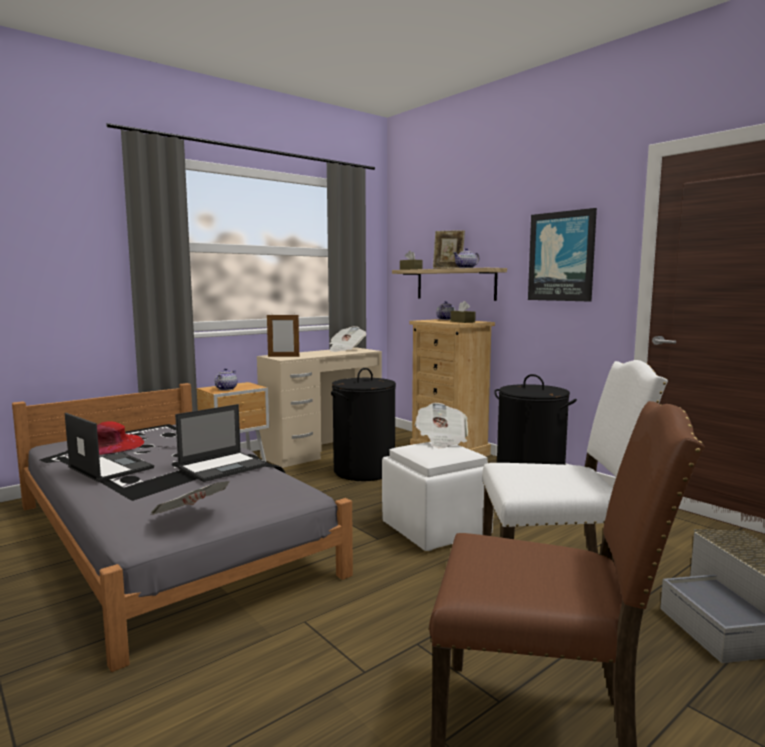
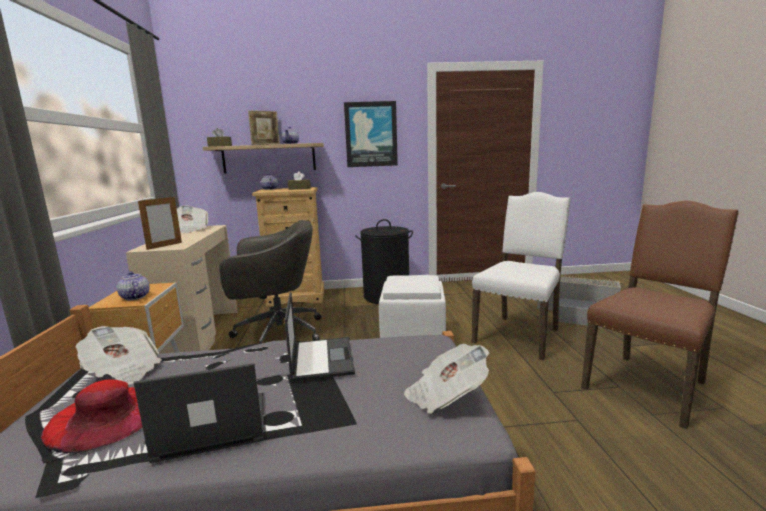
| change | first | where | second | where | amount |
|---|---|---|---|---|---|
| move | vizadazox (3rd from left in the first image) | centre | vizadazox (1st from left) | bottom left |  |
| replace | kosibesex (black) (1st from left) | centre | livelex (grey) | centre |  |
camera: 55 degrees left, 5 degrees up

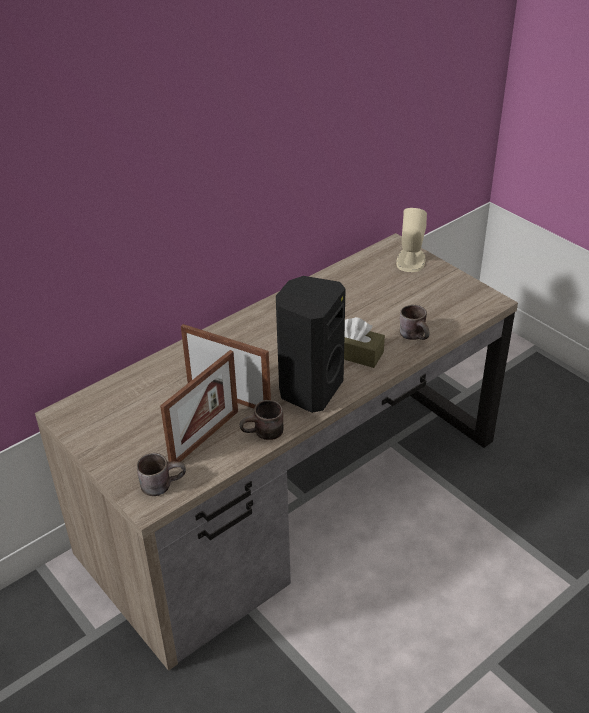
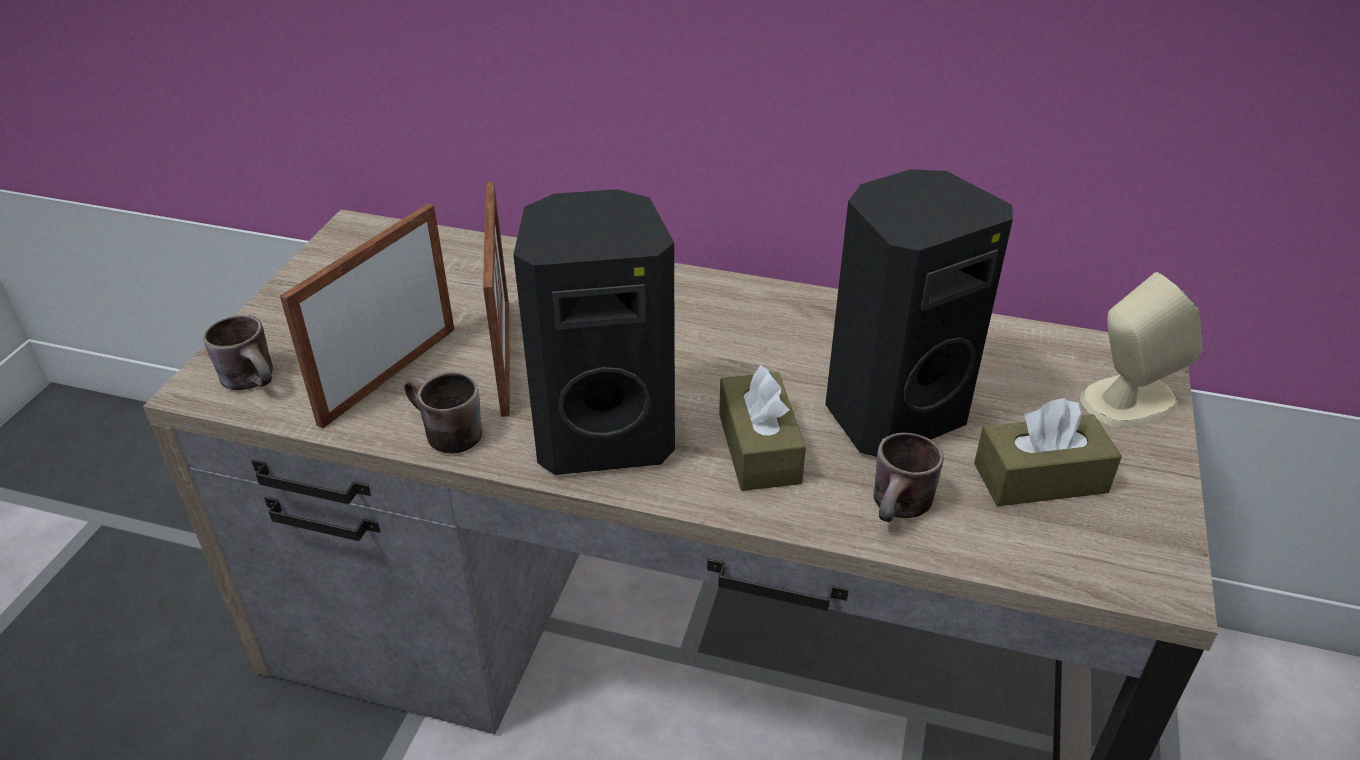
| change | first | where | second | where | amount |
|---|---|---|---|---|---|
| rotate | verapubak (1st from left) | centre |  | middle left | 120 degrees clockwise |
| insert |  |  | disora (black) (2nd from left) | middle right |  |
| insert |  |  | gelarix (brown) (2nd from left) | middle right |  |
camera: 55 degrees right, 0 degrees up

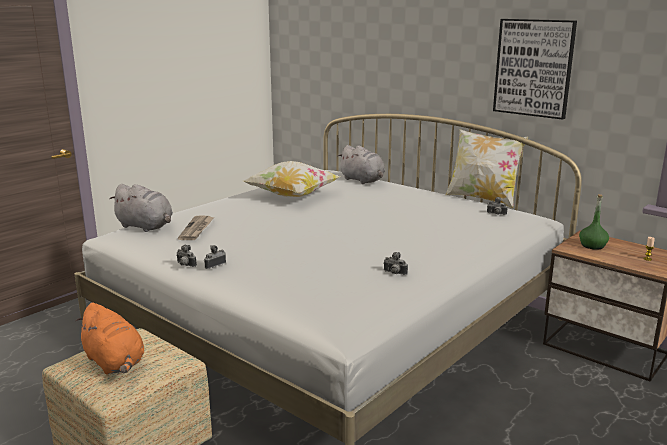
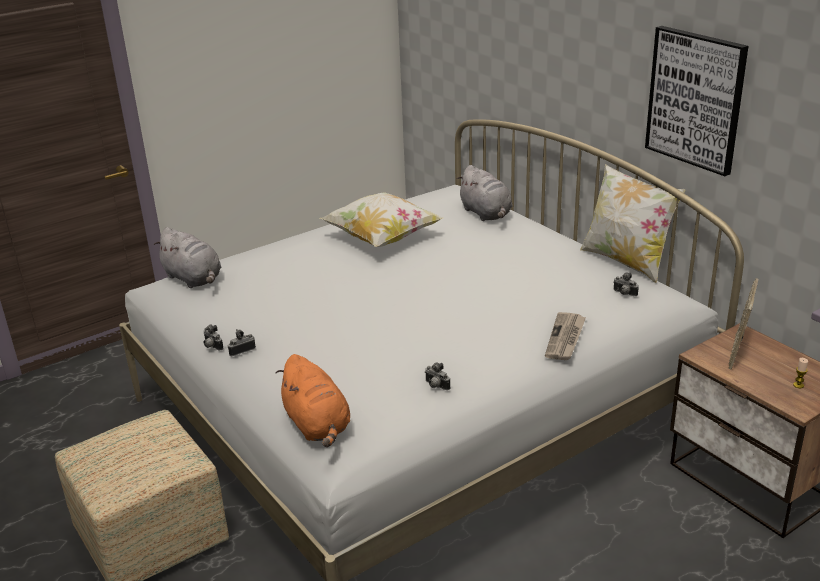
| change | first | where | second | where | amount |
|---|---|---|---|---|---|
| move | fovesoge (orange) | bottom left |  | bottom centre |  |
| move | vizadazox | middle left |  | middle right |  |
| replace | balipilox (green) | middle right | verapubak | middle right |  |
camera: 15 degrees right, 10 degrees up

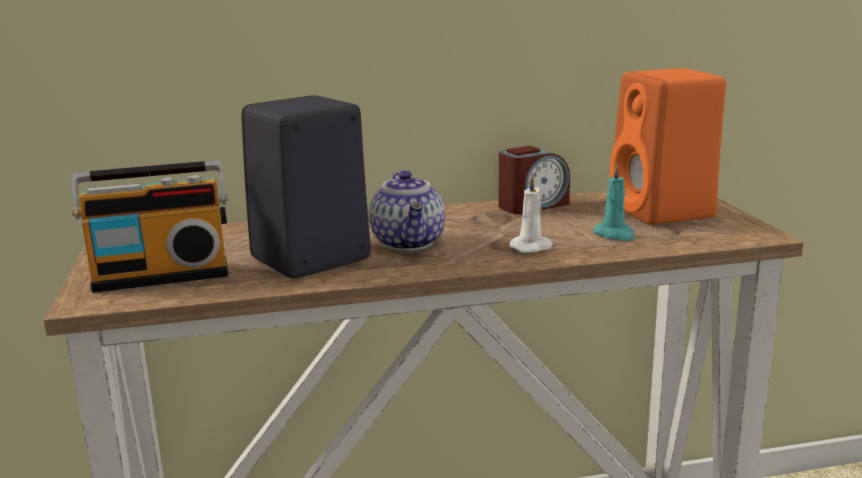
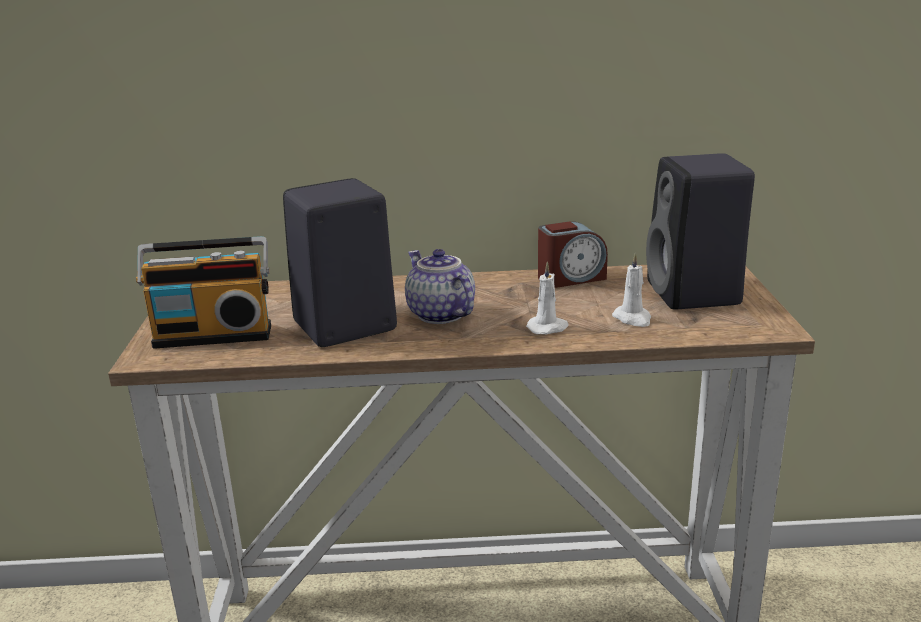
| change | first | where | second | where | amount |
|---|---|---|---|---|---|
| rotate | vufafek | centre |  | centre | 150 degrees clockwise |
| recolor | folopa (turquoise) | middle right | folopa (white) (2nd from left) | middle right |  |
| recolor | disora (orange) | top right | disora (black) (2nd from left) | middle right |  |
camera: 10 degrees right, 5 degrees up

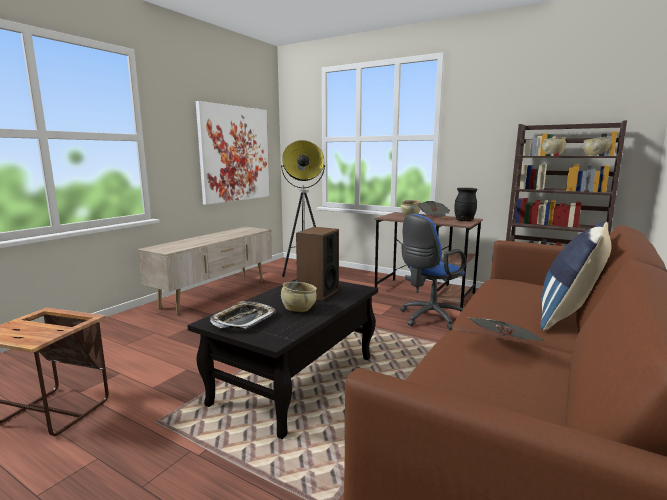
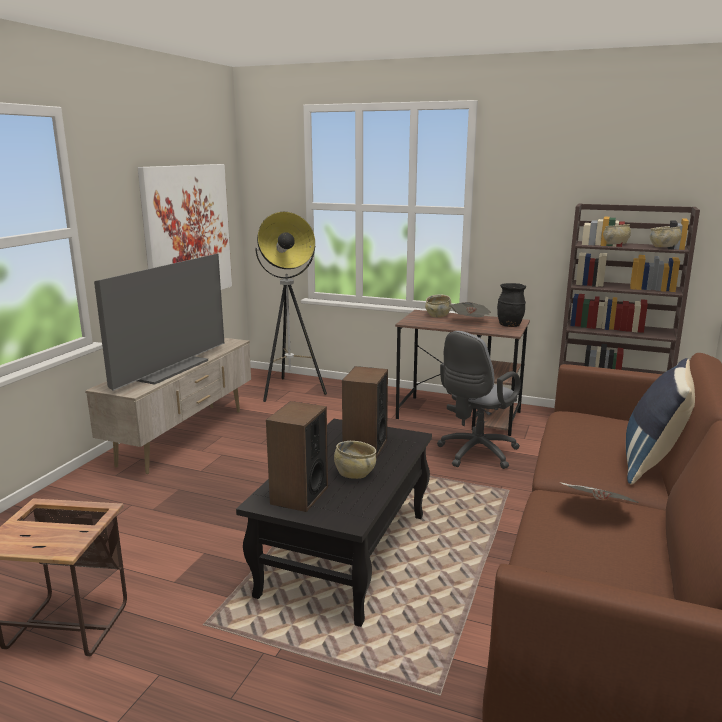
| change | first | where | second | where | amount |
|---|---|---|---|---|---|
| insert |  |  | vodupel | middle left |  |
| replace | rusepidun | centre | disora (1st from left) | centre |  |
| recolor | livelex (blue) | centre | livelex (grey) | centre |  |
camera: 10 degrees left, 5 degrees up

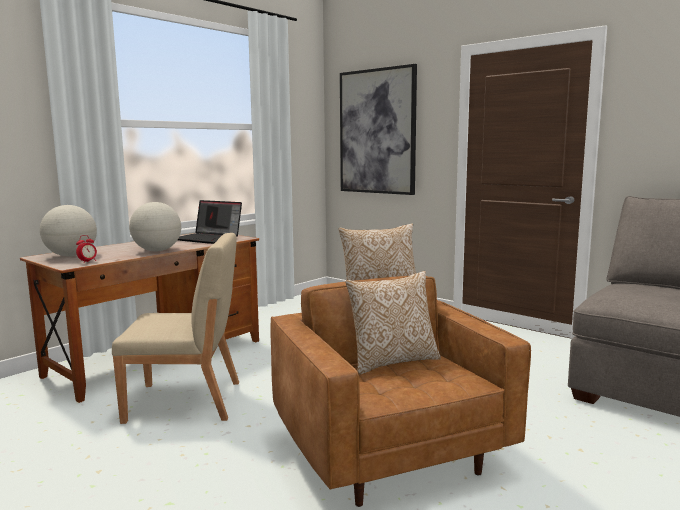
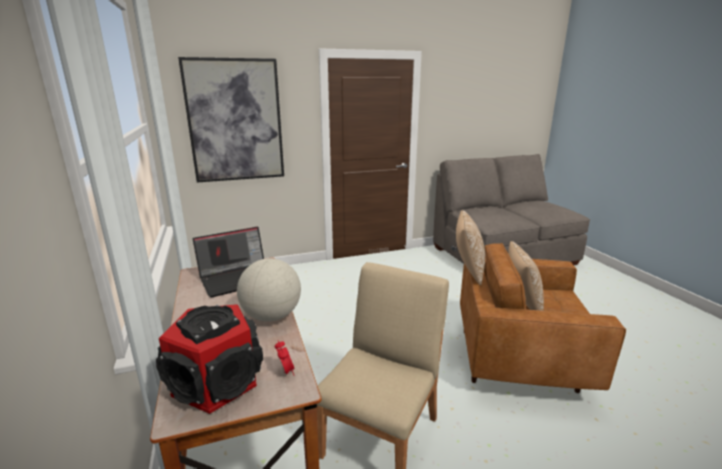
| change | first | where | second | where | amount |
|---|---|---|---|---|---|
| replace | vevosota (1st from left) | middle left | disora | bottom left |  |
camera: 60 degrees left, 10 degrees up

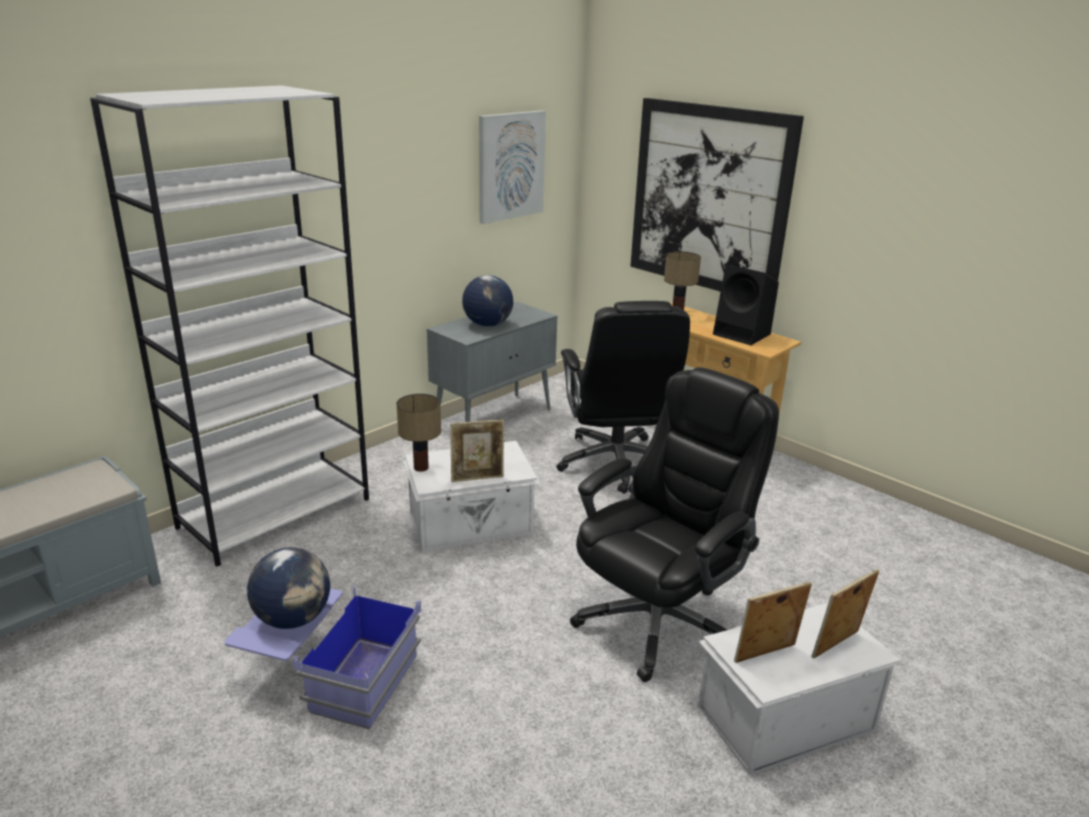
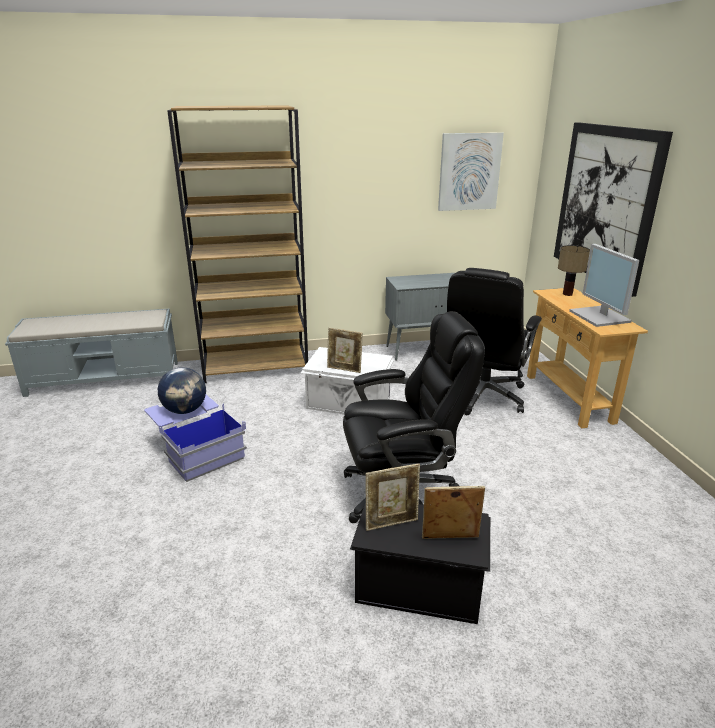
| change | first | where | second | where | amount |
|---|---|---|---|---|---|
| recolor | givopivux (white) | middle left | givopivux (brown) | middle left |  |
| recolor | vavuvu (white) (2nd from left) | bottom right | vavuvu (black) | bottom centre |  |
| rotate | verapubak (2nd from left) | bottom right |  | bottom centre | 150 degrees clockwise |
| replace | disora (black) | middle right | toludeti | middle right |  |
| delete | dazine (1st from left) | centre |  |  |  |
| delete | vevosota (2nd from left) | centre |  |  |  |
camera: 35 degrees right, 0 degrees up

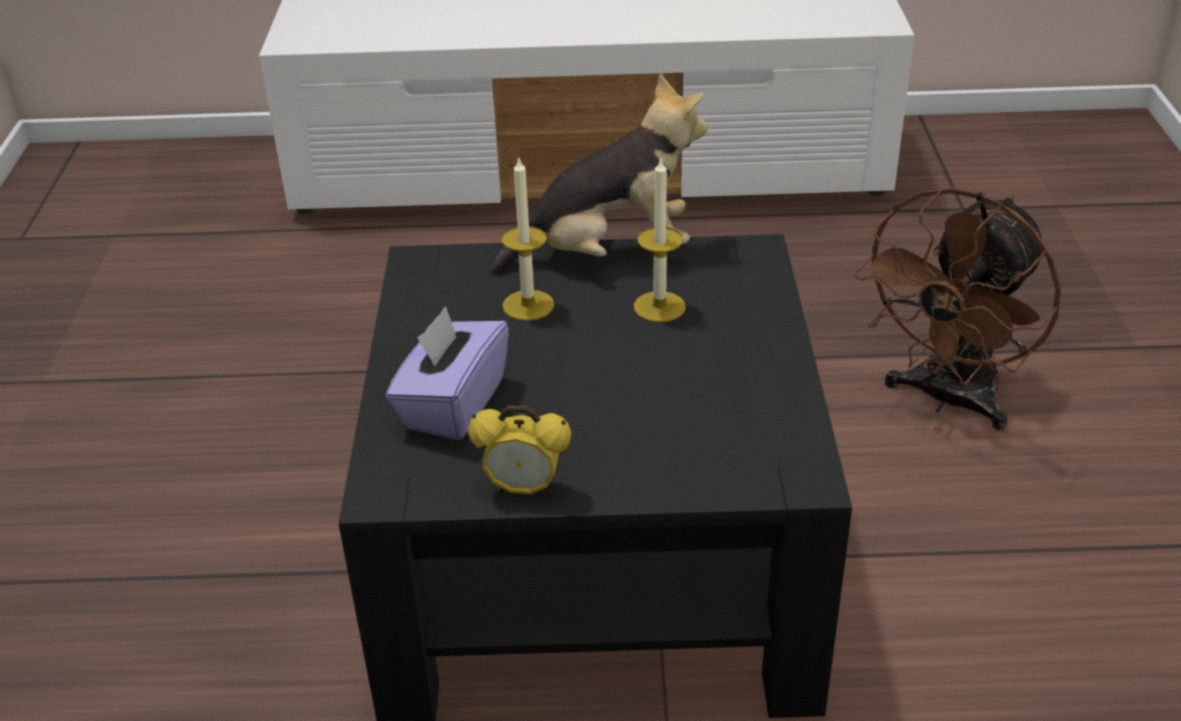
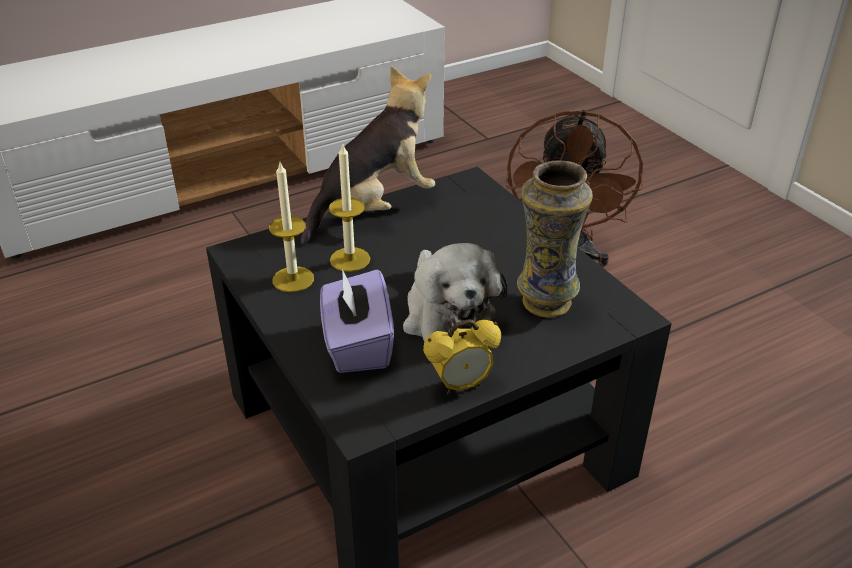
| change | first | where | second | where | amount |
|---|---|---|---|---|---|
| move | folopa (2nd from left in the first image) | top centre | folopa (1st from left) | centre |  |
| insert |  |  | fovesoge (2nd from left) | centre |  |
| insert |  |  | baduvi | centre |  |
camera: 30 degrees left, 0 degrees up

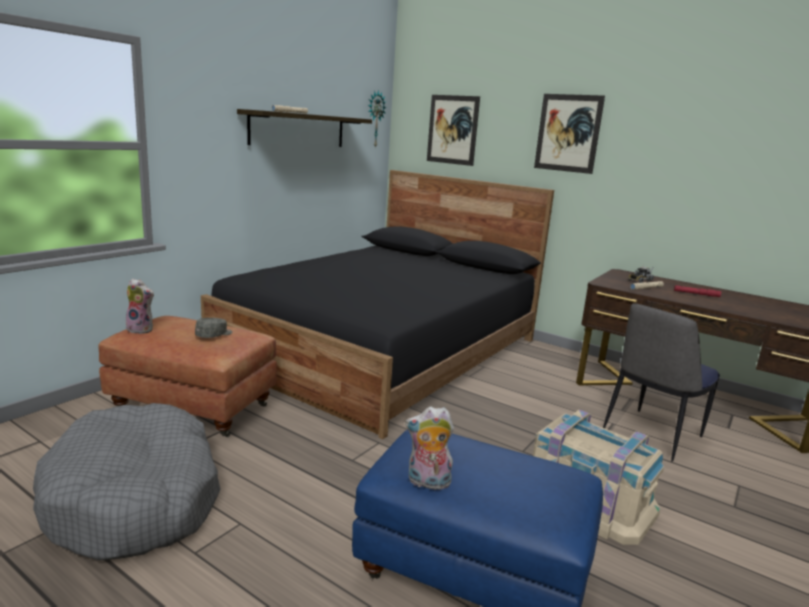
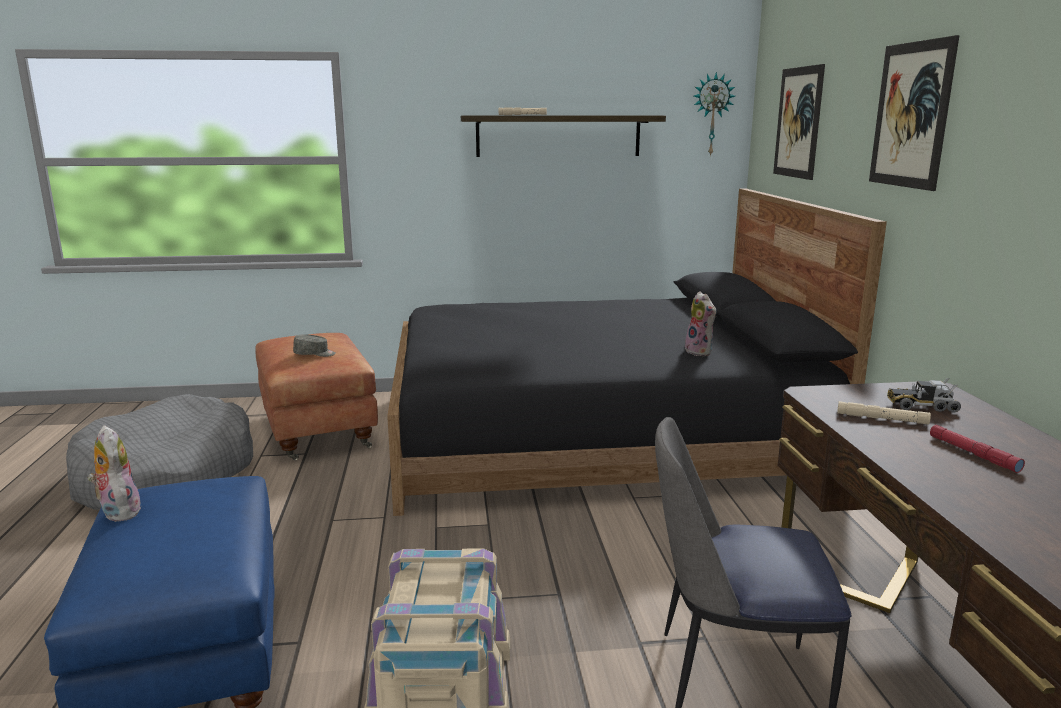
| change | first | where | second | where | amount |
|---|---|---|---|---|---|
| move | fovesoge (1st from left in the first image) | middle left | fovesoge (2nd from left) | centre |  |
camera: 50 degrees right, 0 degrees up

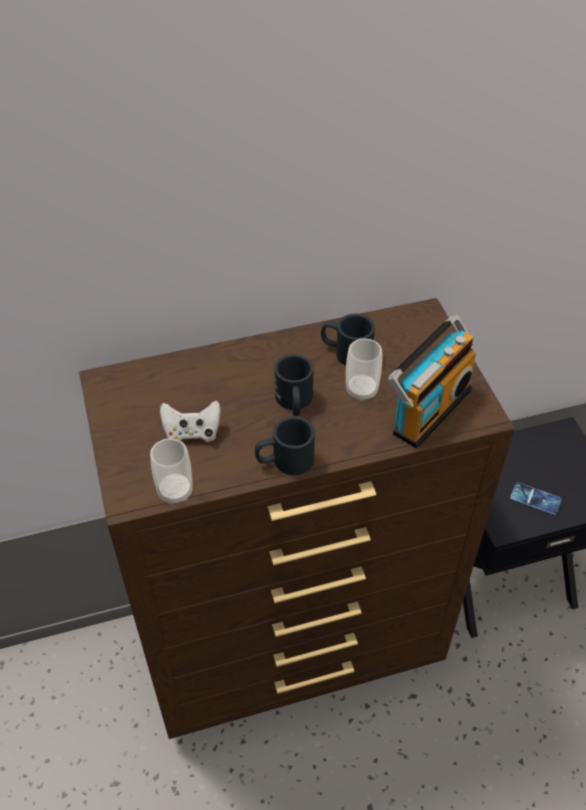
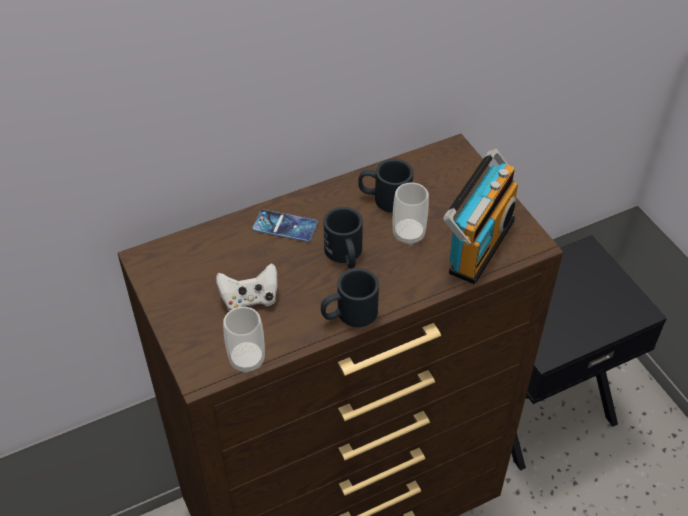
| change | first | where | second | where | amount |
|---|---|---|---|---|---|
| move | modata | middle right |  | centre |  |
camera: 10 degrees left, 0 degrees up

